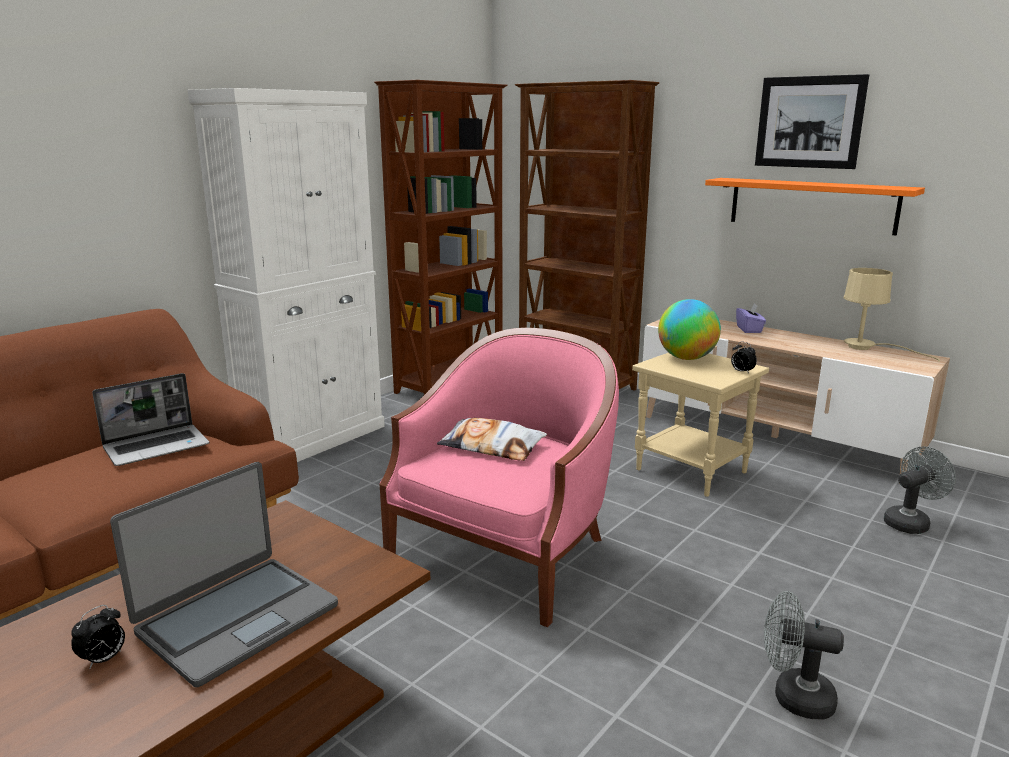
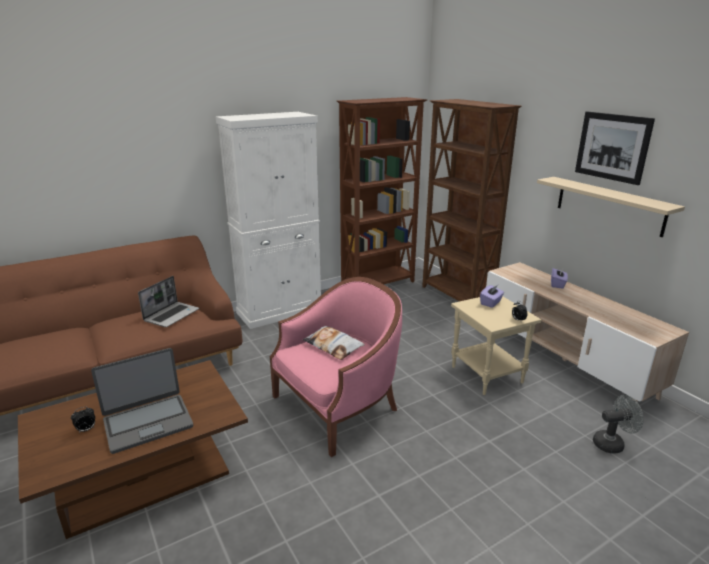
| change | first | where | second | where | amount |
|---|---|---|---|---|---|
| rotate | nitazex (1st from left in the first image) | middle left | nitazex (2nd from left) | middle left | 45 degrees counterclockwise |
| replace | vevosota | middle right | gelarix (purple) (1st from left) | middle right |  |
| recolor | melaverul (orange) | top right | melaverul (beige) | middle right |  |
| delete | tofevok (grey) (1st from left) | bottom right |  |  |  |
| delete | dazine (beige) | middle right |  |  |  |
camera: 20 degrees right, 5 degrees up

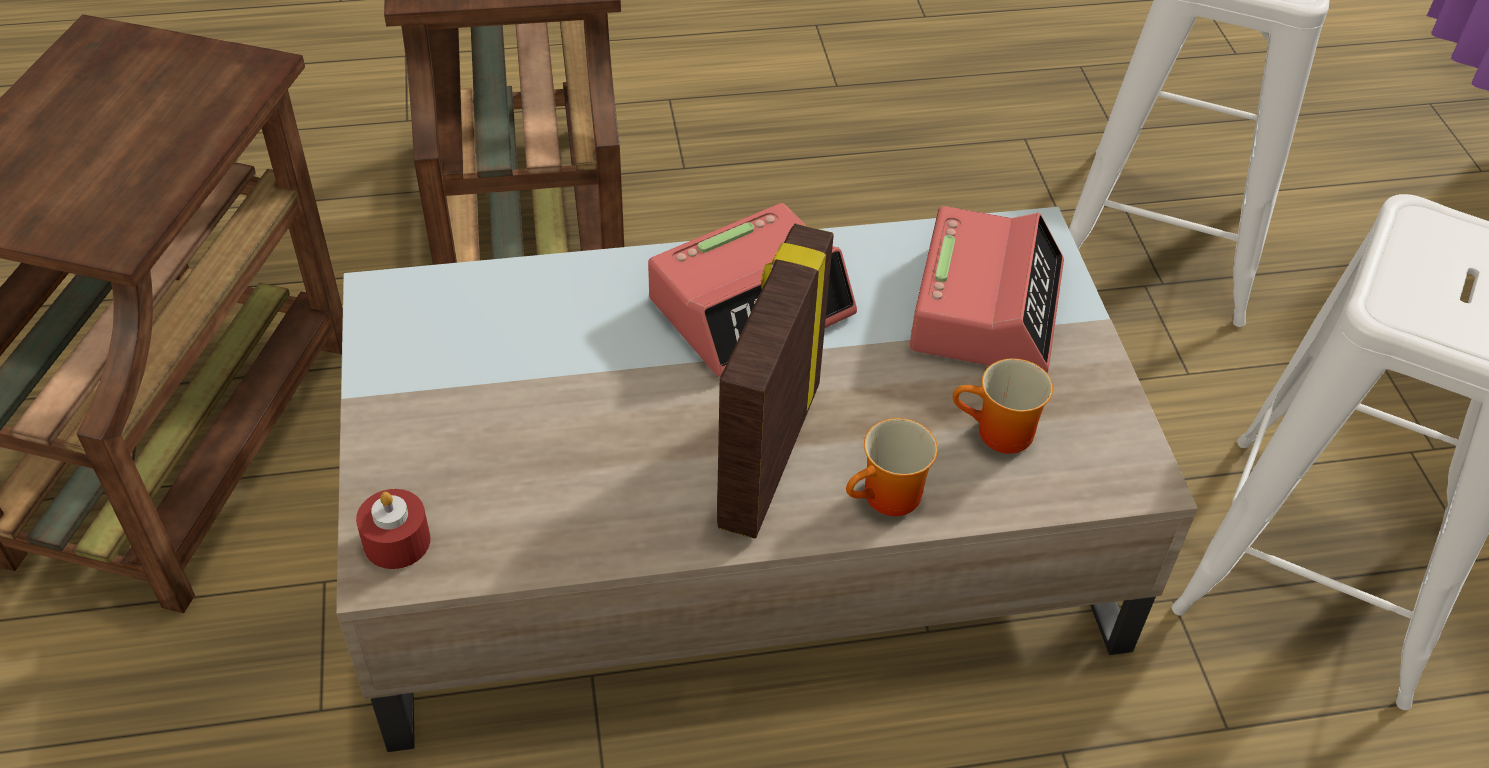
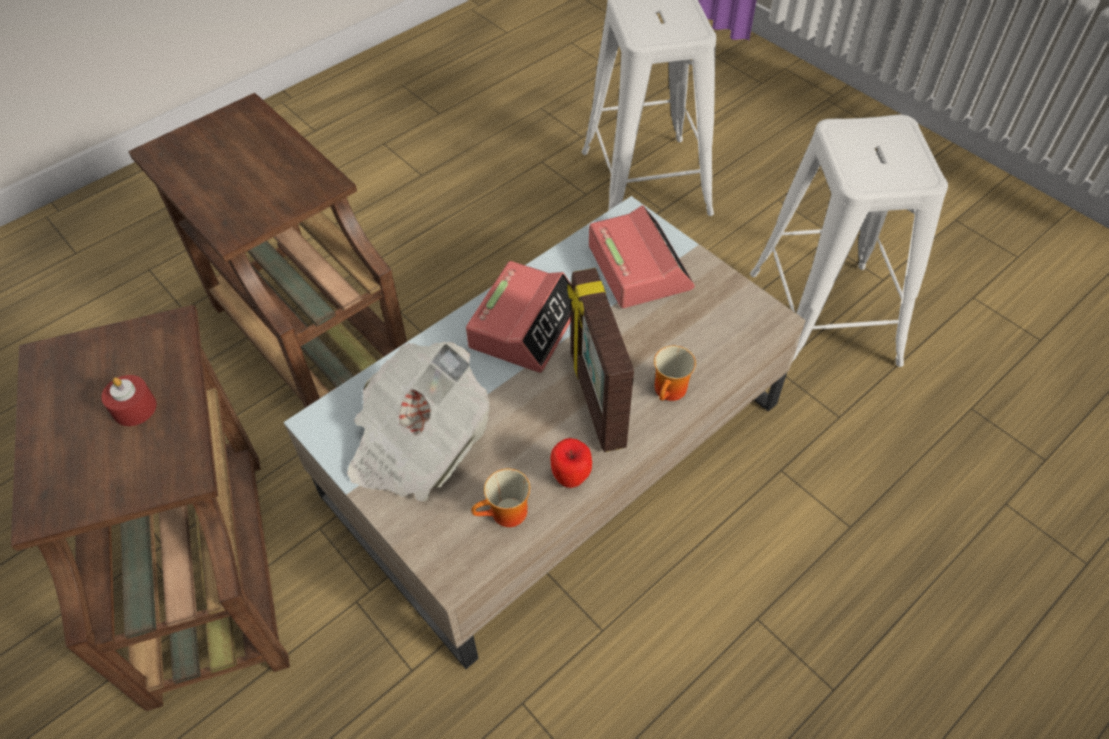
| change | first | where | second | where | amount |
|---|---|---|---|---|---|
| move | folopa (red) | bottom left |  | middle left |  |
| insert |  |  | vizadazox | centre |  |
| move | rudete (2nd from left in the first image) | middle right | rudete (1st from left) | bottom centre |  |
| insert |  |  | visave | centre |  |
camera: 30 degrees left, 5 degrees up

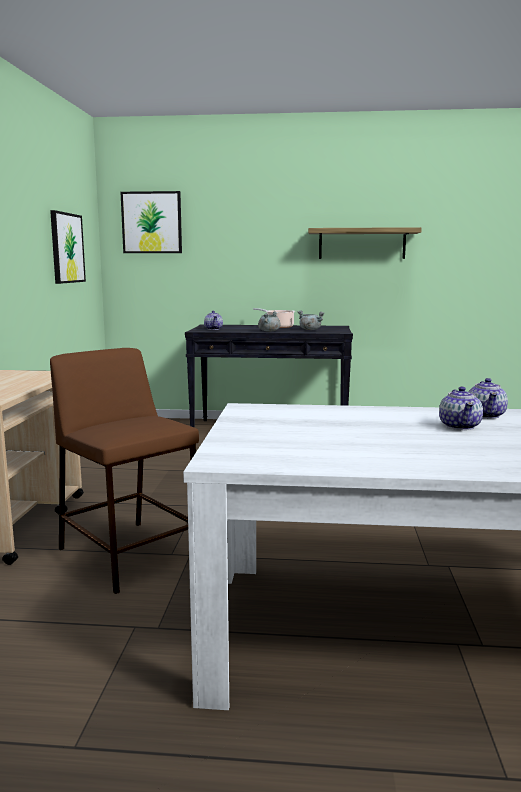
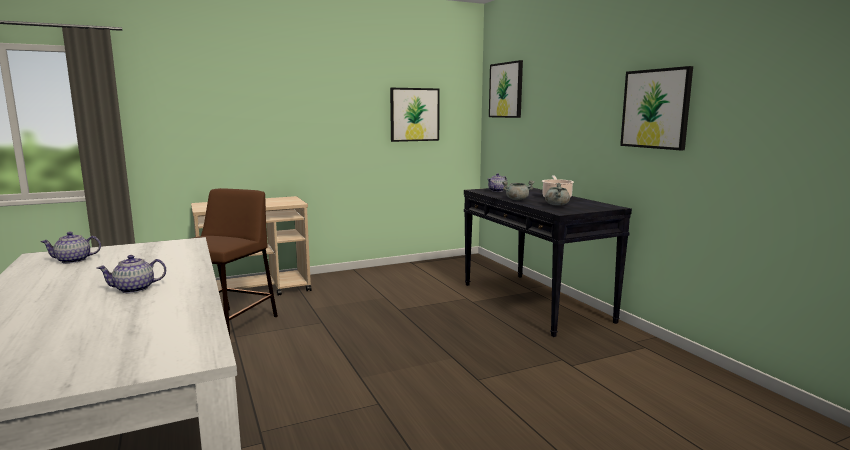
| change | first | where | second | where | amount |
|---|---|---|---|---|---|
| move | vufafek (3rd from left in the first image) | middle right | vufafek (1st from left) | middle left |  |
| replace | melaverul | top right | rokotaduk (3rd from left) | top right |  |
camera: 60 degrees right, 0 degrees up

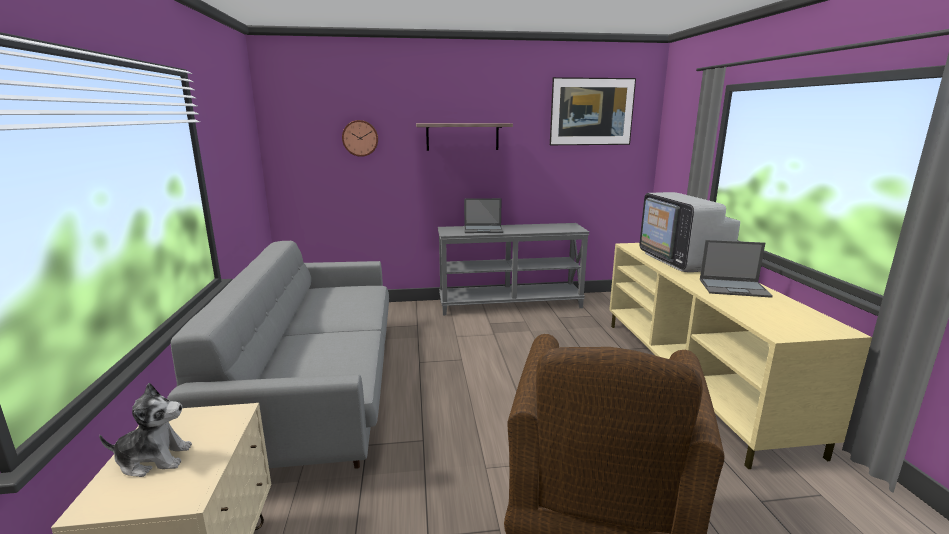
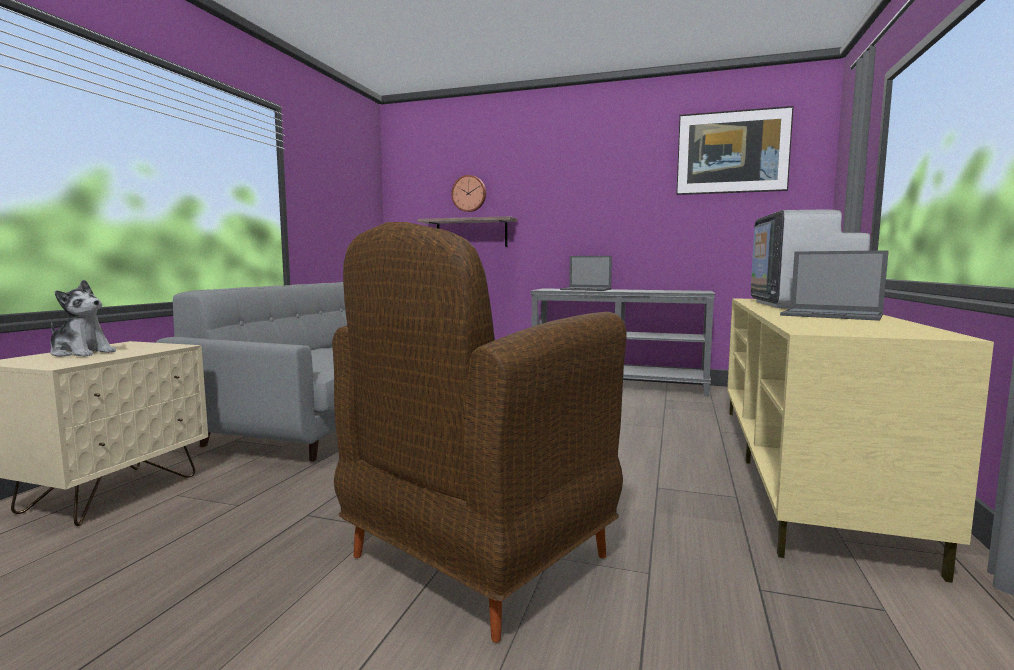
| change | first | where | second | where | amount |
|---|---|---|---|---|---|
| move | melaverul | top centre |  | centre |  |
camera: 25 degrees right, 10 degrees down

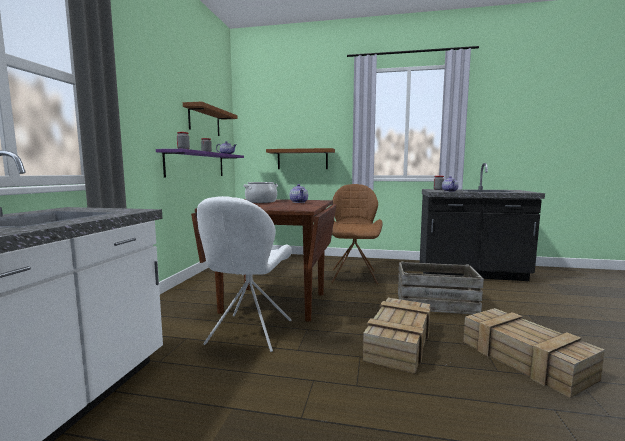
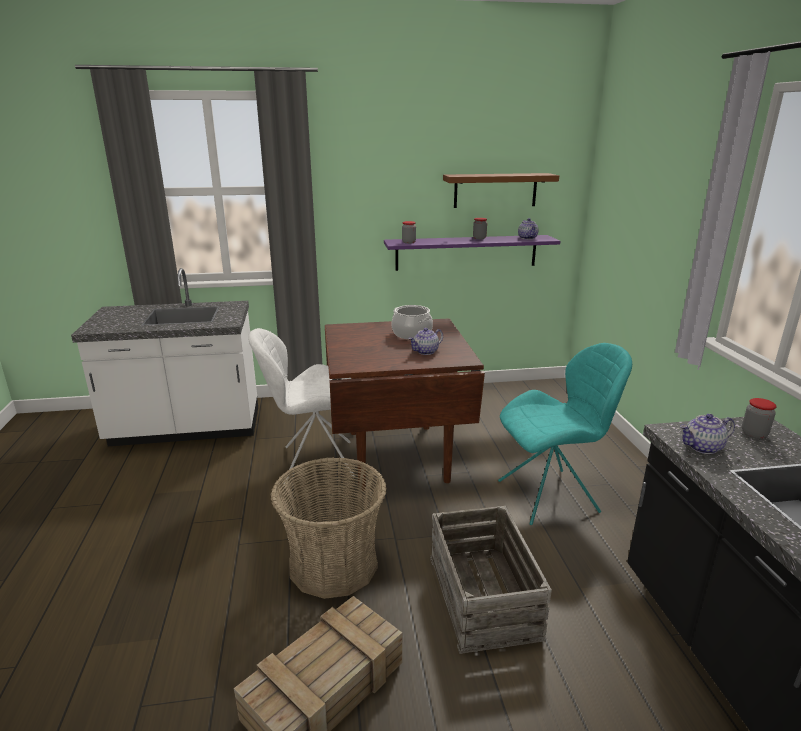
| change | first | where | second | where | amount |
|---|---|---|---|---|---|
| replace | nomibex (1st from left) | bottom centre | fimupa | bottom centre |  |
| recolor | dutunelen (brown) | centre | dutunelen (turquoise) | middle right |  |
| delete | melaverul (brown) (2nd from left) | centre |  |  |  |
camera: 70 degrees right, 15 degrees up

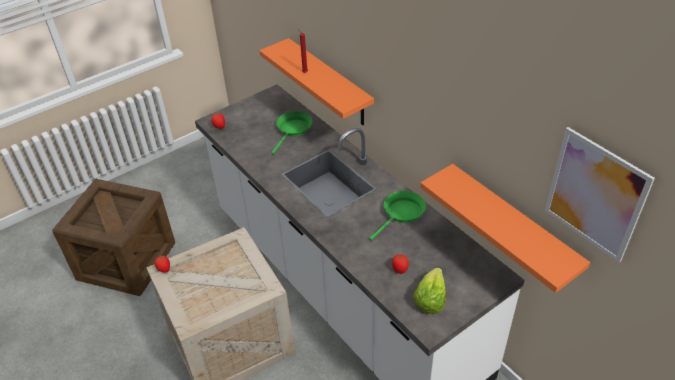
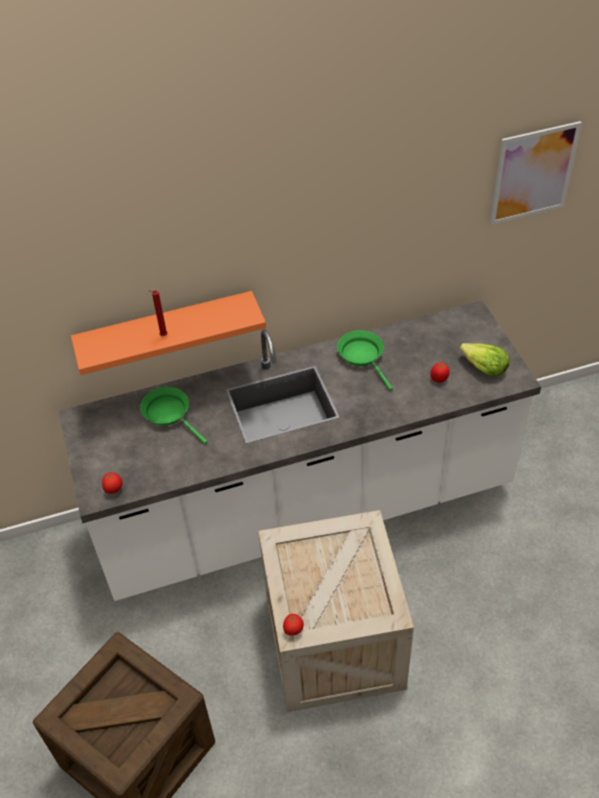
| change | first | where | second | where | amount |
|---|---|---|---|---|---|
| delete | melaverul (orange) (2nd from left) | middle right |  |  |  |
camera: 70 degrees left, 5 degrees up

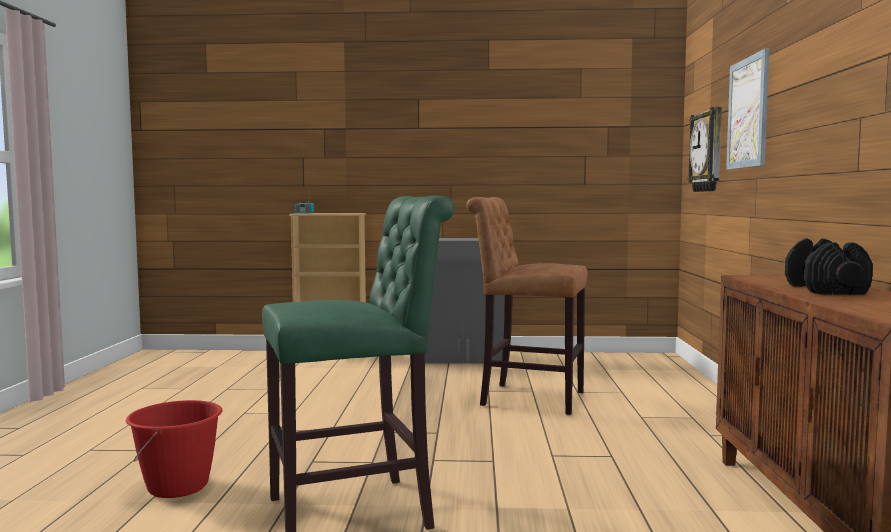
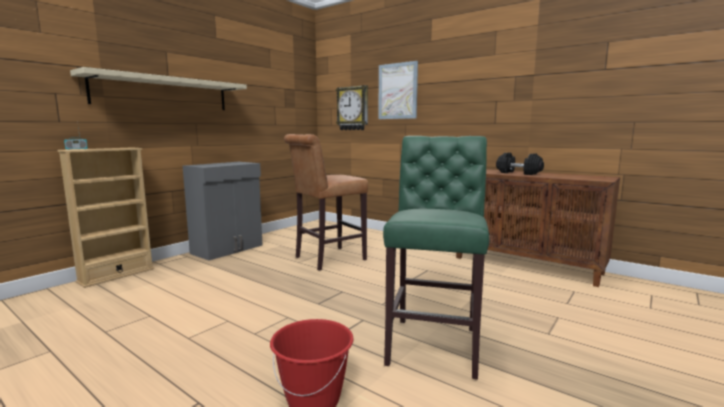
| change | first | where | second | where | amount |
|---|---|---|---|---|---|
| insert |  |  | melaverul (beige) | top left |  |
camera: 55 degrees left, 5 degrees up

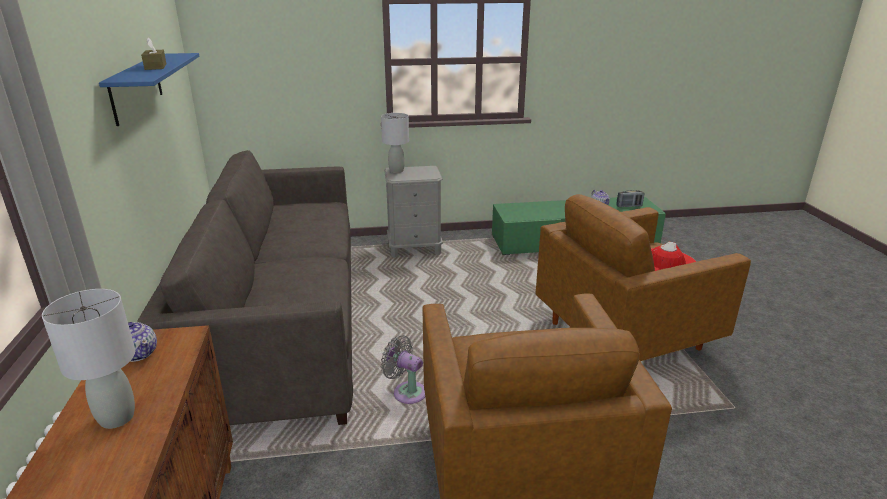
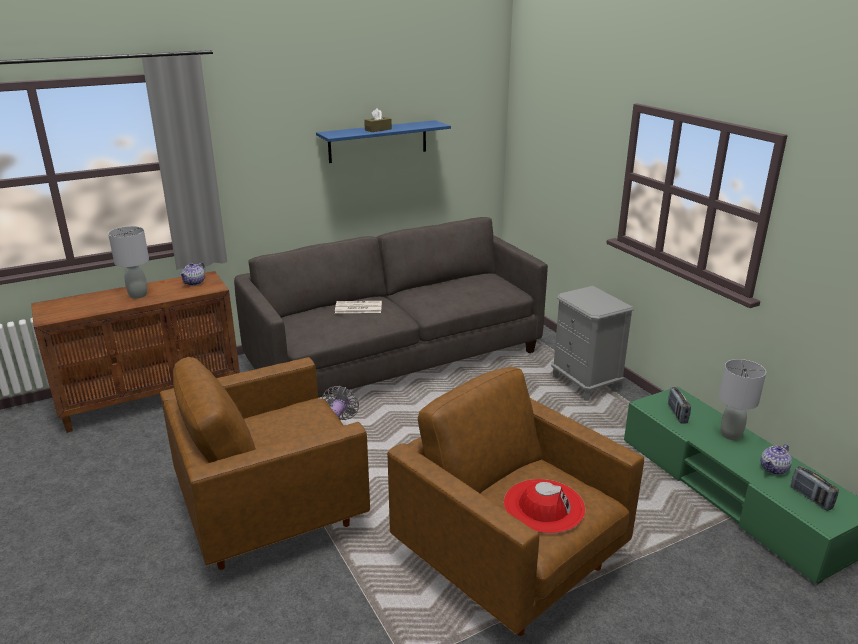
| change | first | where | second | where | amount |
|---|---|---|---|---|---|
| insert |  |  | vizadazox | centre |  |
| insert |  |  | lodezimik (1st from left) | middle right |  |
| move | dazine (grey) (2nd from left) | top centre |  | middle right |  |
camera: 70 degrees right, 0 degrees up

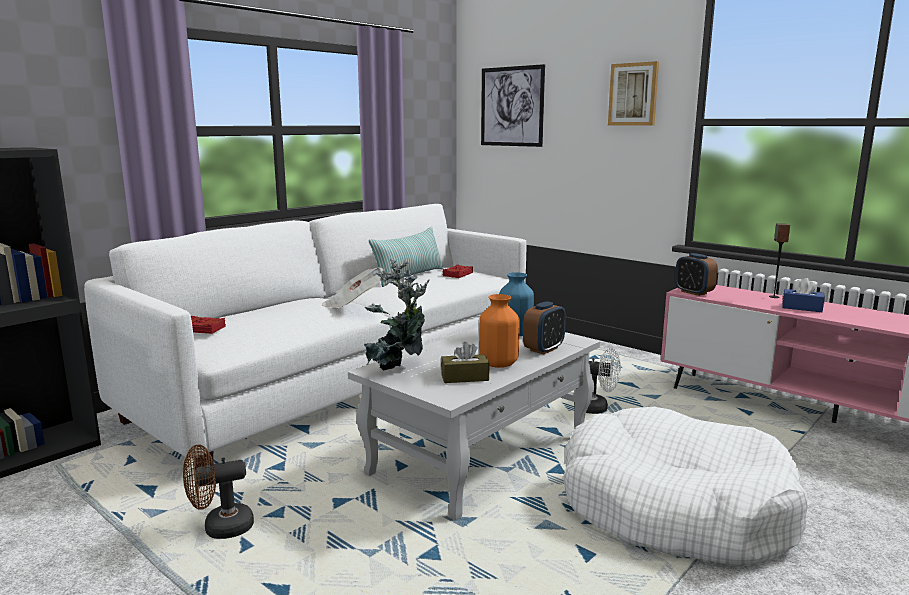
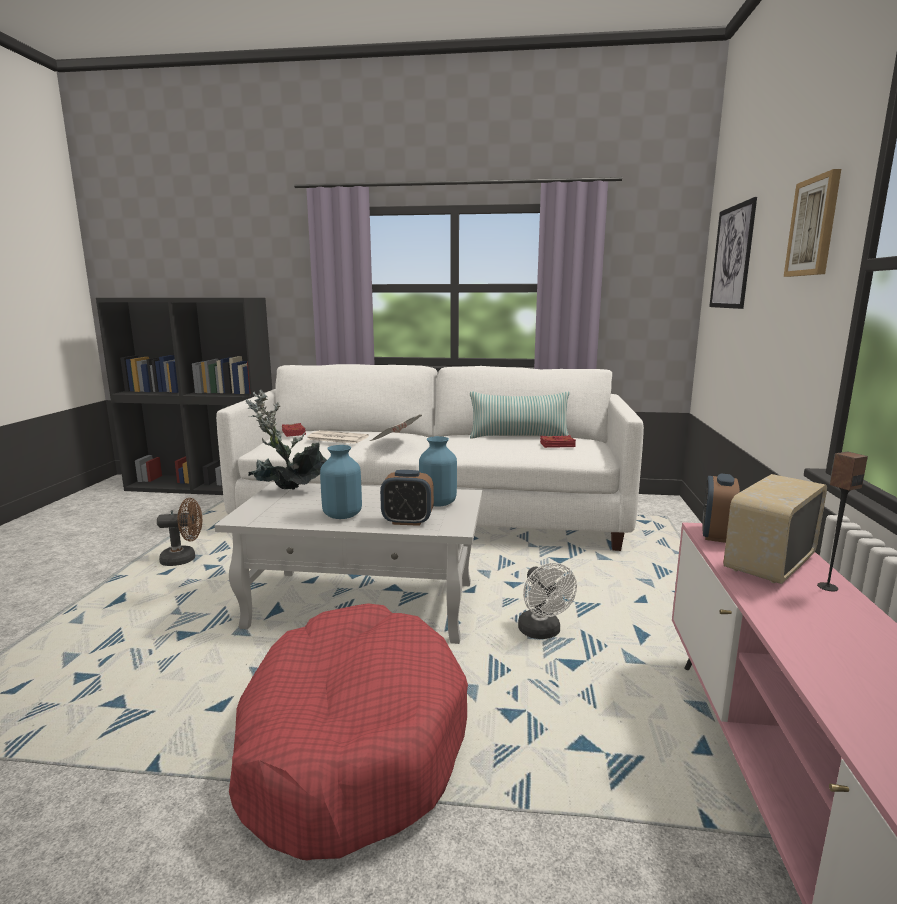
| change | first | where | second | where | amount |
|---|---|---|---|---|---|
| rotate | tofevok (brown) | bottom left |  | middle left | 135 degrees clockwise |
| recolor | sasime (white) | bottom right | sasime (red) | bottom centre |  |
| insert |  |  | vizadazox (1st from left) | centre |  |
| recolor | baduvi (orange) | centre | baduvi (blue) (1st from left) | centre |  |
| insert |  |  | lodezimik | middle right |  |
| delete | gelarix (brown) | centre |  |  |  |
| delete | gelarix (blue) | middle right |  |  |  |
camera: 55 degrees right, 0 degrees up

